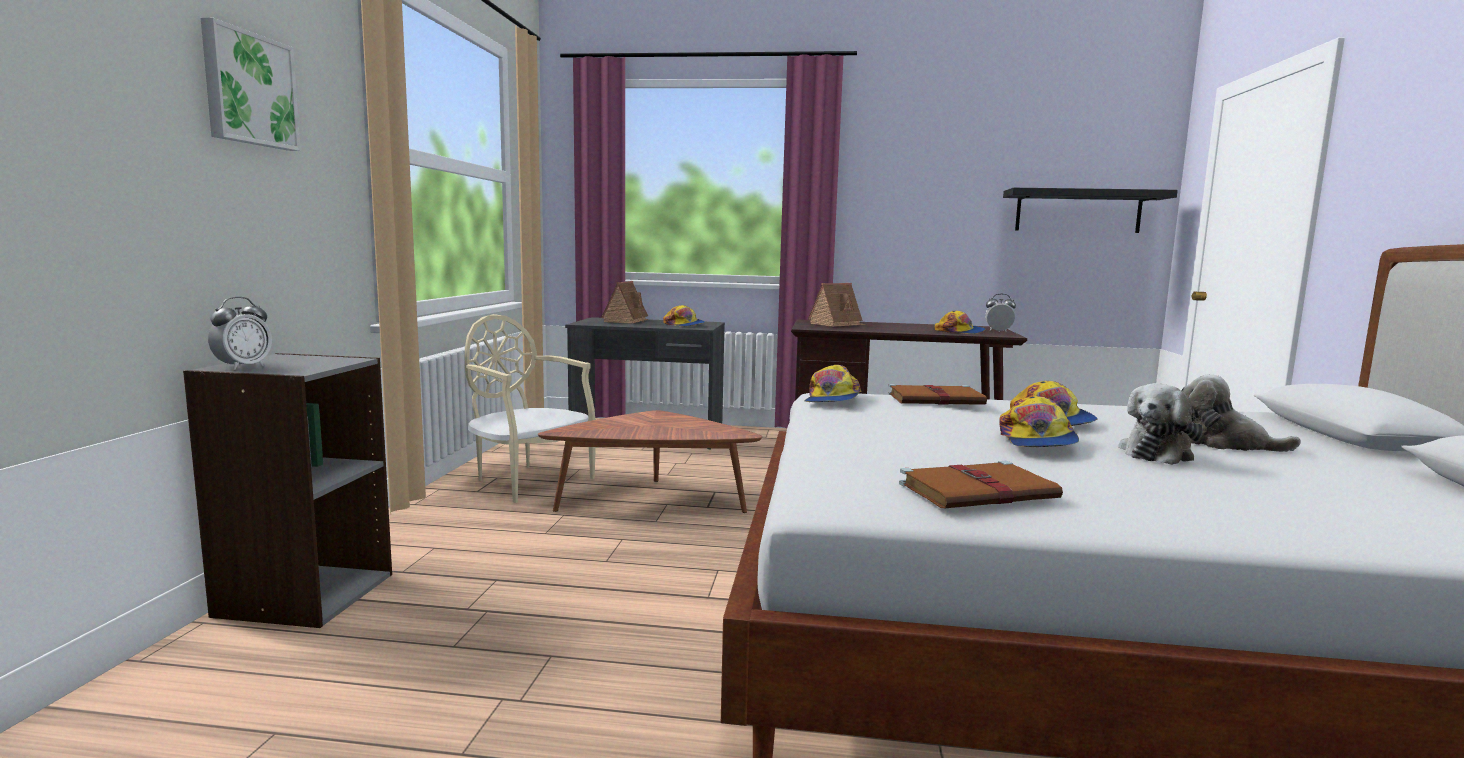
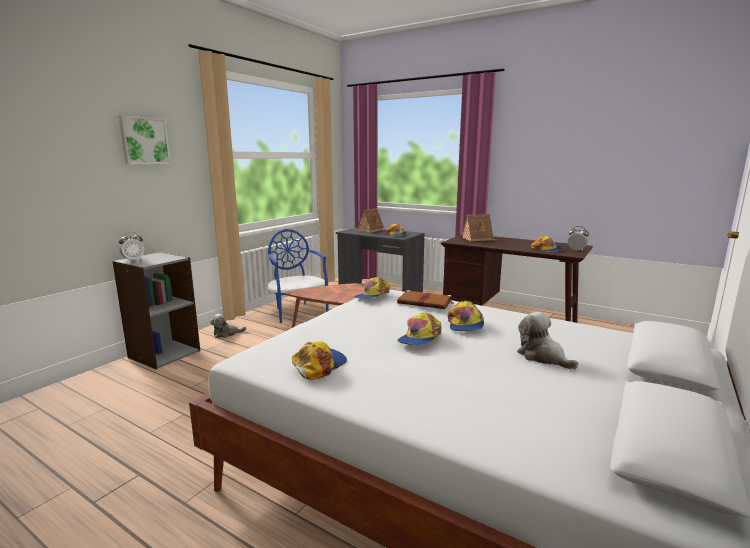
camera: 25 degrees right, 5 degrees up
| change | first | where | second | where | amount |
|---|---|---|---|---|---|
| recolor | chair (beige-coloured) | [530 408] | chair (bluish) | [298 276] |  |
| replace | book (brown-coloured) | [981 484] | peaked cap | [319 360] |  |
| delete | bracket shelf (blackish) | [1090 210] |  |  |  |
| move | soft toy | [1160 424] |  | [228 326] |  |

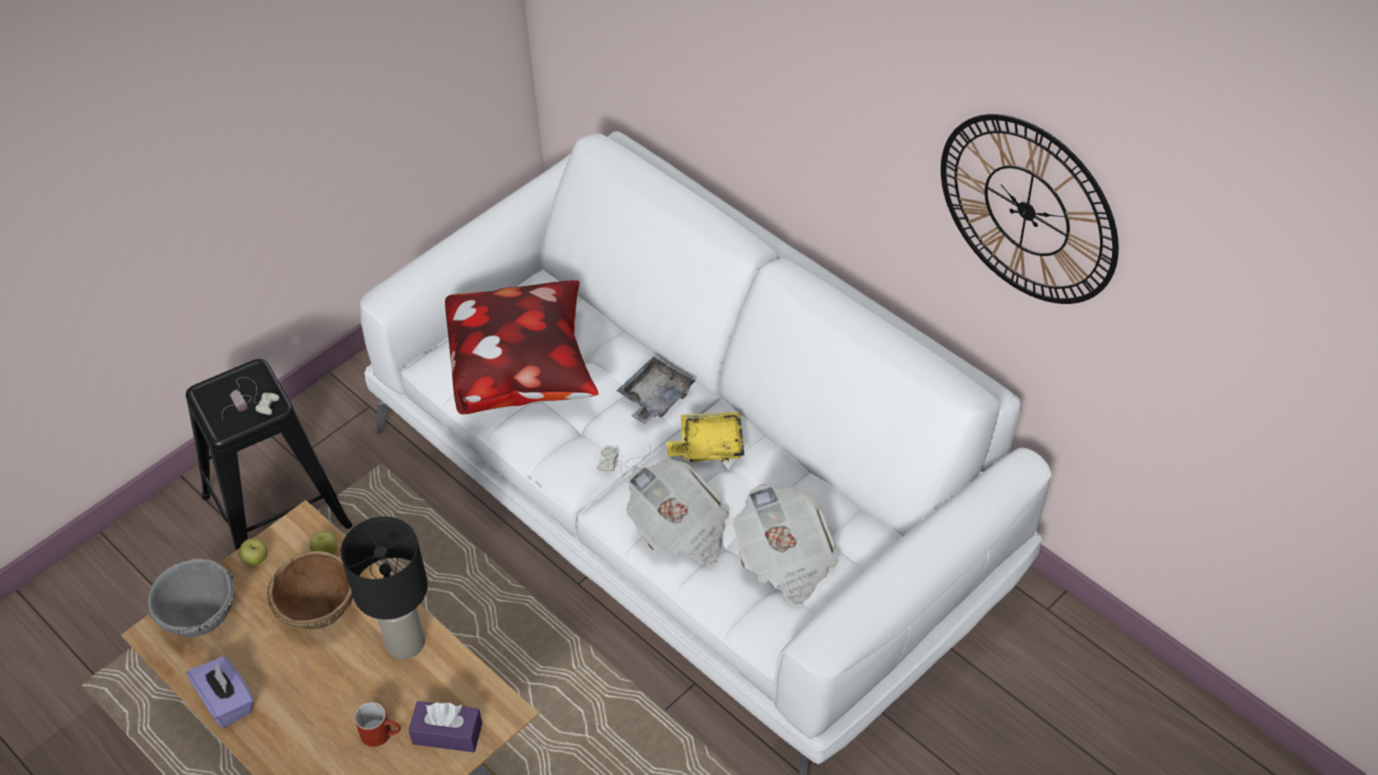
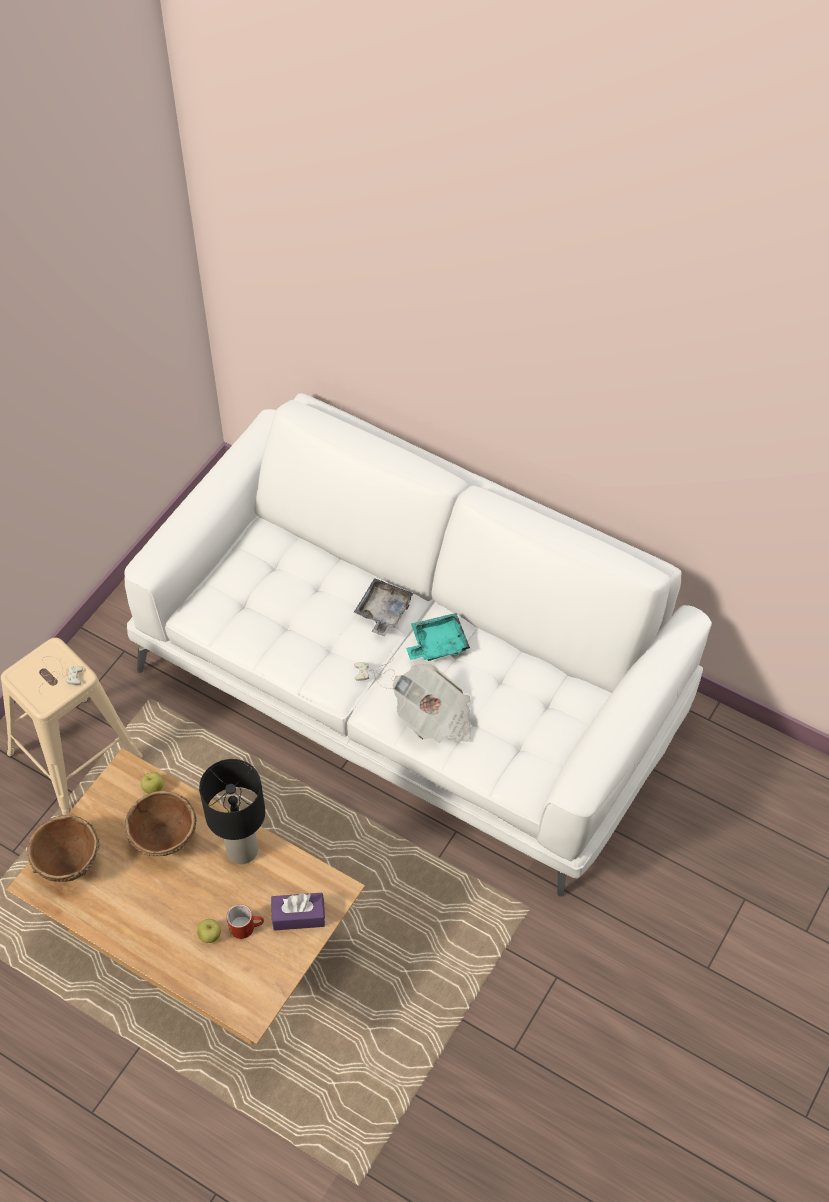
camera: 15 degrees left, 5 degrees up
| change | first | where | second | where | amount |
|---|---|---|---|---|---|
| recolor | bowl (grey) | [191 597] | bowl (brown-coloured) | [63 848] |  |
| recolor | sitting stool (blackish) | [269 454] | sitting stool (beige-coloured) | [71 726] |  |
| delete | box of tissues (purple-coloured) | [220 692] |  |  |  |
| move | apple fruit | [253 552] |  | [209 931] |  |
| delete | cushion | [521 347] |  |  |  |
| recolor | tray (yellowish) | [705 437] | tray (blue-green) | [438 637] |  |
| delete | daily paper | [785 544] |  |  |  |
| delete | wall clock | [1030 209] |  |  |  |

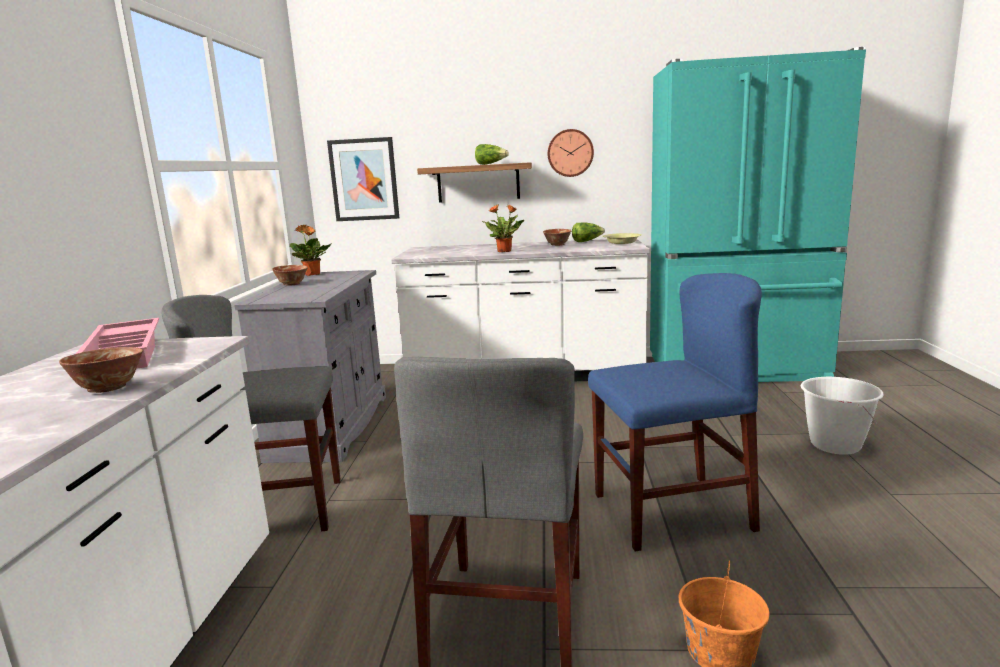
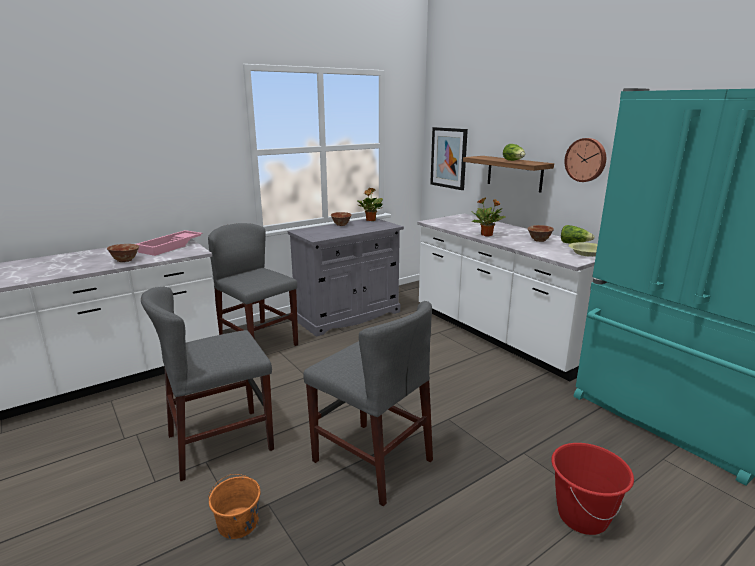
camera: 50 degrees right, 5 degrees up
| change | first | where | second | where | amount |
|---|---|---|---|---|---|
| recolor | chair (bluish) | [675 412] | chair (grey) | [368 403] |  |
| recolor | bucket (whitish) | [842 416] | bucket (red) | [592 489] |  |

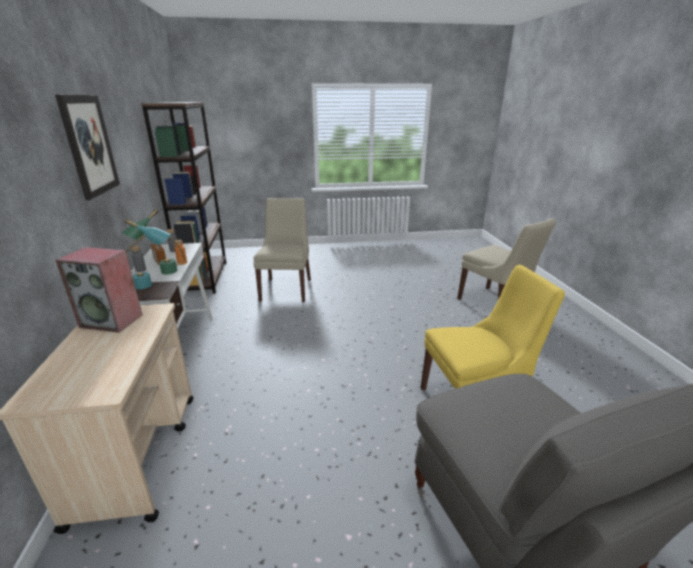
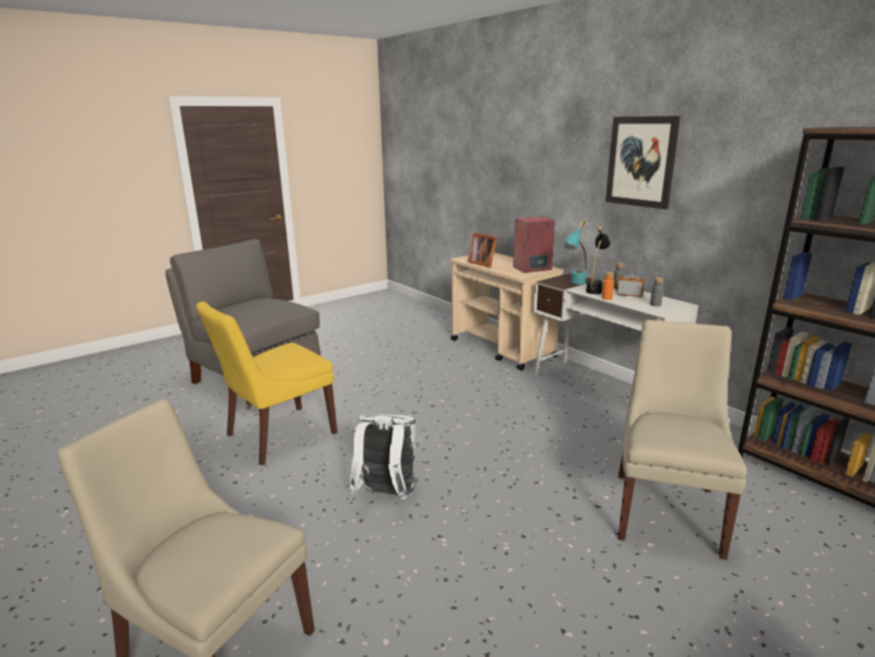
camera: 150 degrees right, 5 degrees down
| change | first | where | second | where | amount |
|---|---|---|---|---|---|
| recolor | lamp for a table (green) | [153 241] | lamp for a table (blackish) | [598 260] |  |
| rotate | chair (beige-coloured) | [282 250] |  | [682 440] | 135 degrees counterclockwise |
| insert |  |  | rucksack (whitish) | [383 457] |  |
| insert |  |  | photo frame | [482 250] |  |

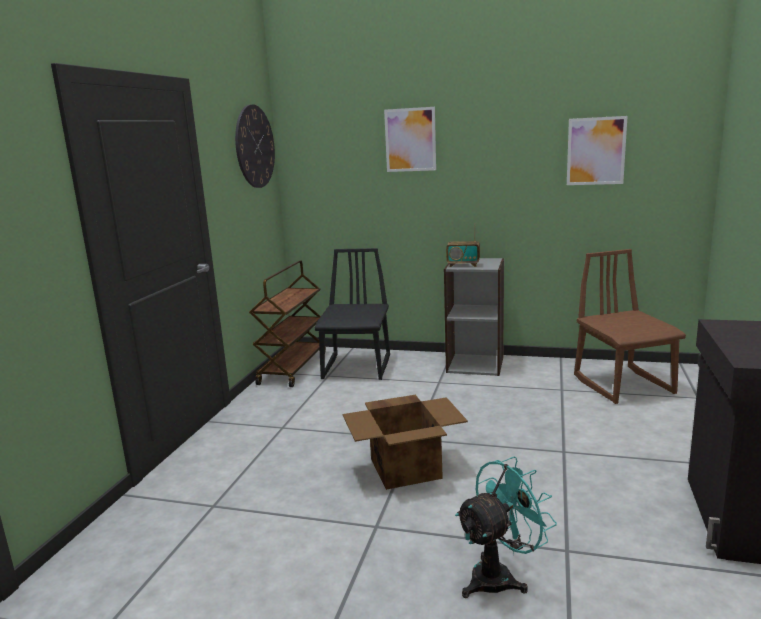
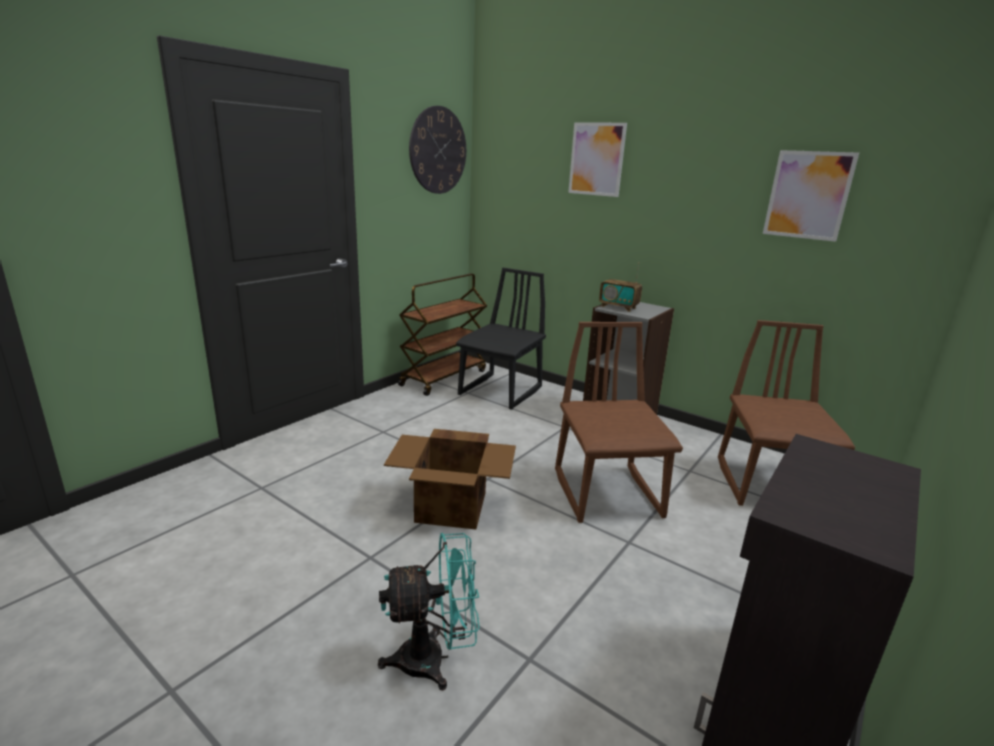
camera: 20 degrees right, 5 degrees up
| change | first | where | second | where | amount |
|---|---|---|---|---|---|
| insert |  |  | chair (brown-coloured) | [619 422] |  |

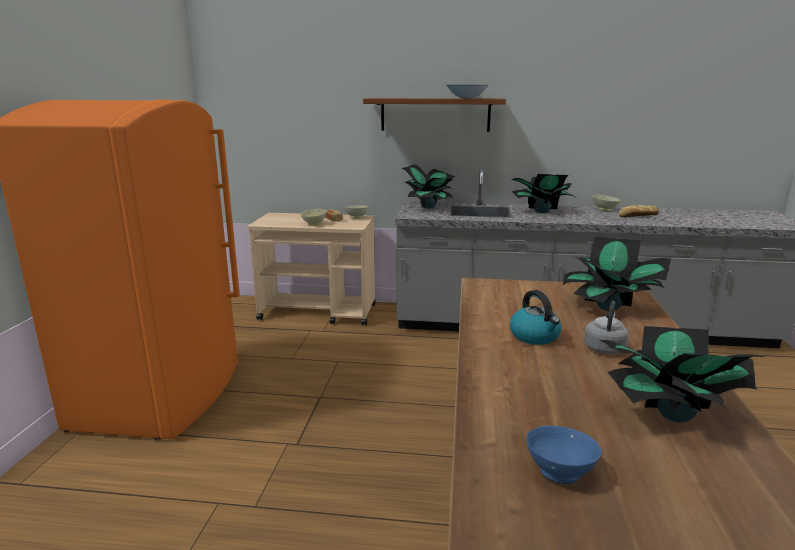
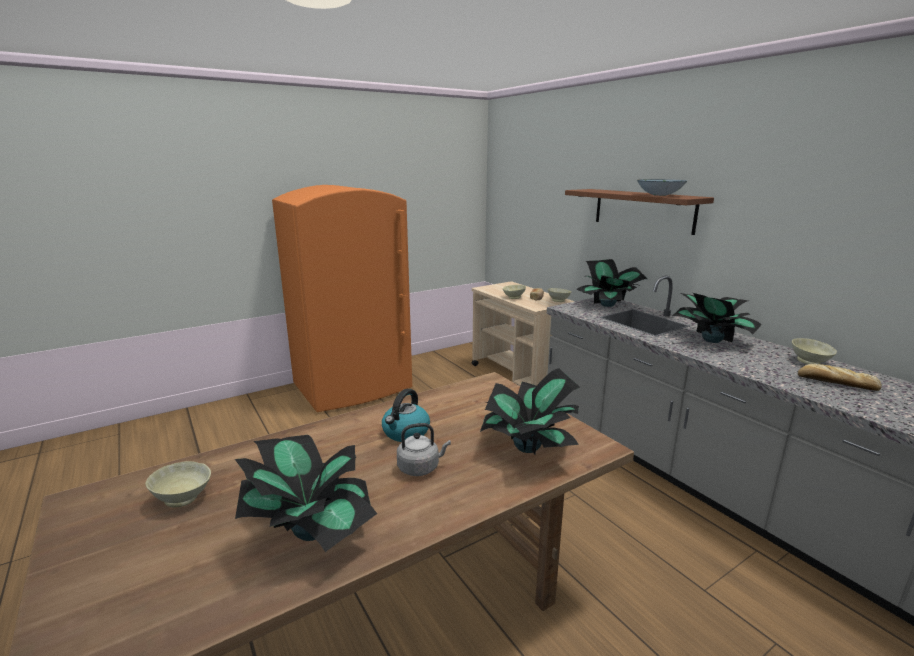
camera: 50 degrees right, 0 degrees up
| change | first | where | second | where | amount |
|---|---|---|---|---|---|
| recolor | bowl (bluish) | [564 455] | bowl (beige-coloured) | [178 484] |  |

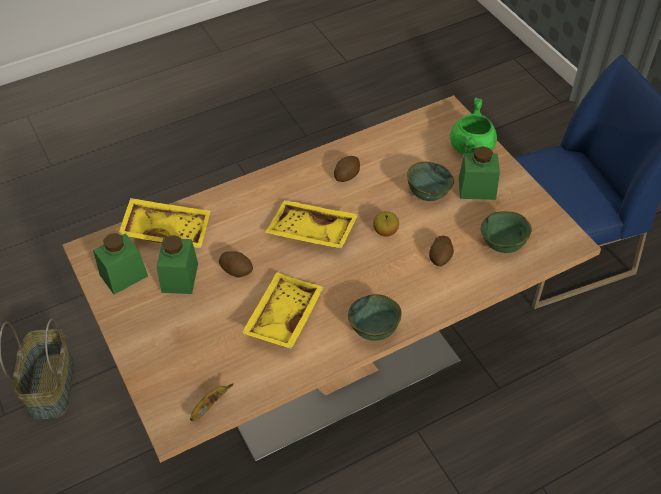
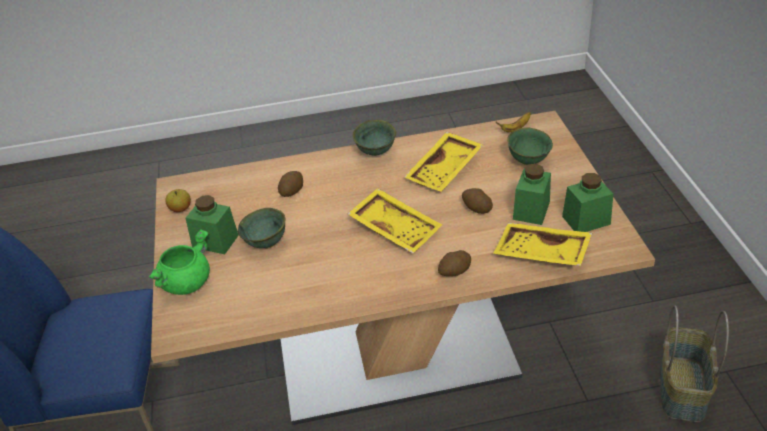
camera: 160 degrees left, 10 degrees down
| change | first | where | second | where | amount |
|---|---|---|---|---|---|
| move | whole potato | [347 169] |  | [454 263] |  |
| move | apple fruit | [386 224] |  | [178 200] |  |
| move | bowl (green) | [506 232] |  | [530 146] |  |

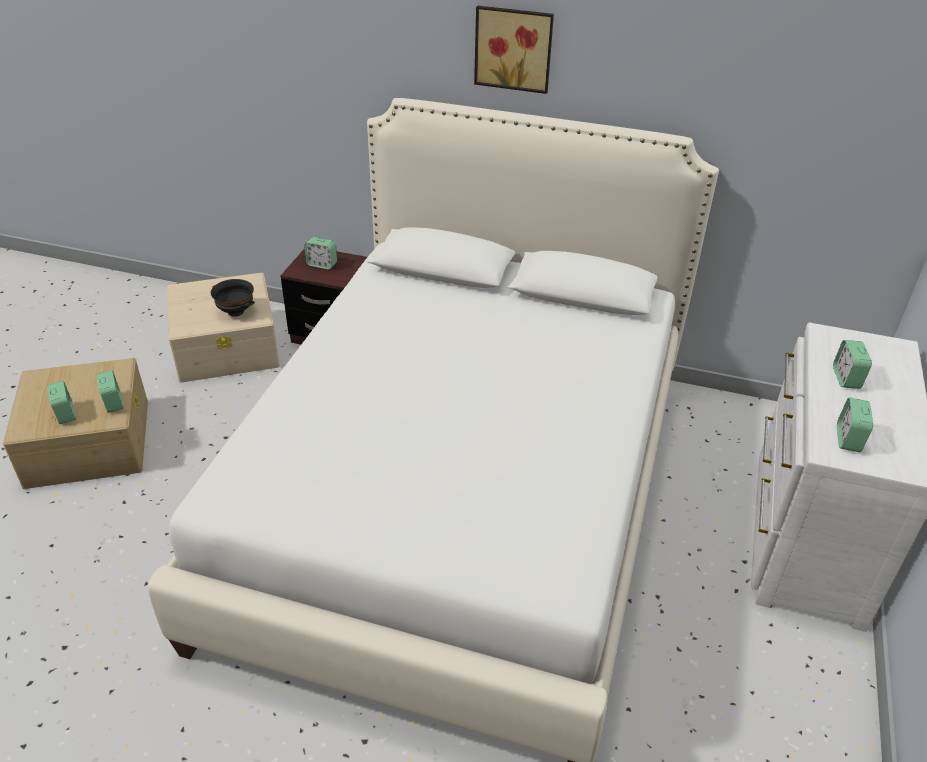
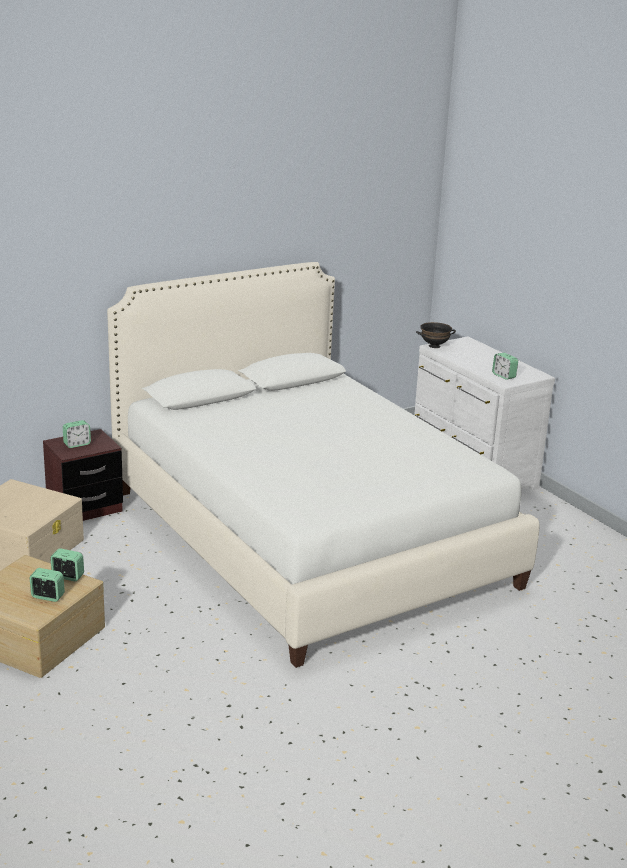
camera: 50 degrees left, 15 degrees down
| change | first | where | second | where | amount |
|---|---|---|---|---|---|
| move | bowl (blackish) | [233 298] |  | [436 335] |  |
| delete | wall picture | [514 50] |  |  |  |
| delete | table clock | [852 364] |  |  |  |

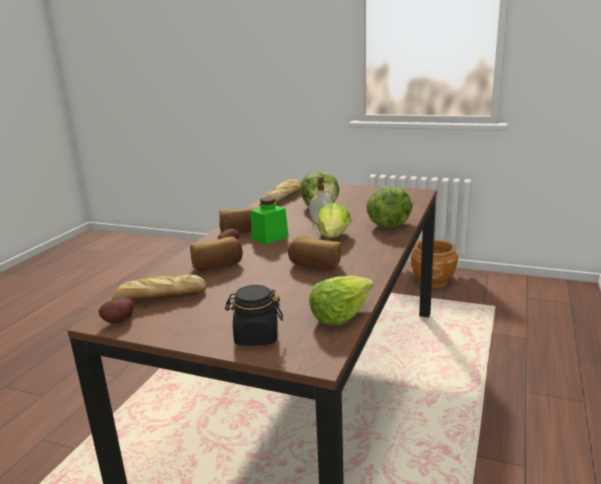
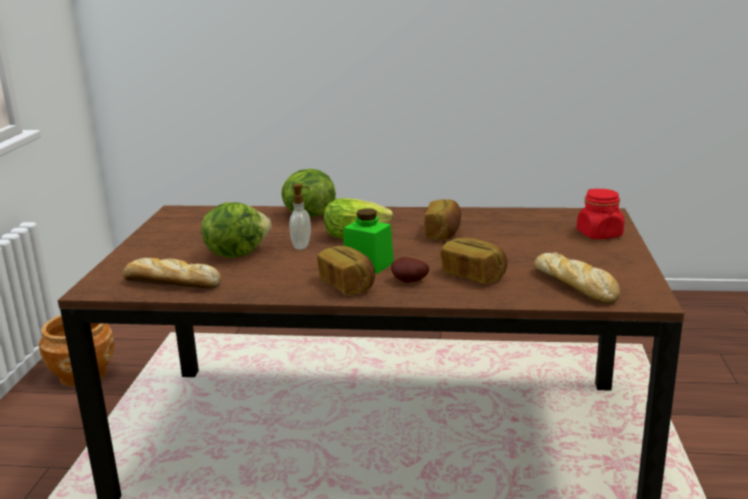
camera: 105 degrees left, 0 degrees up
| change | first | where | second | where | amount |
|---|---|---|---|---|---|
| delete | whole potato | [116 311] |  |  |  |
| recolor | preserve jar (blackish) | [254 315] | preserve jar (red) | [600 213] |  |
| delete | lettuce | [341 300] |  |  |  |

